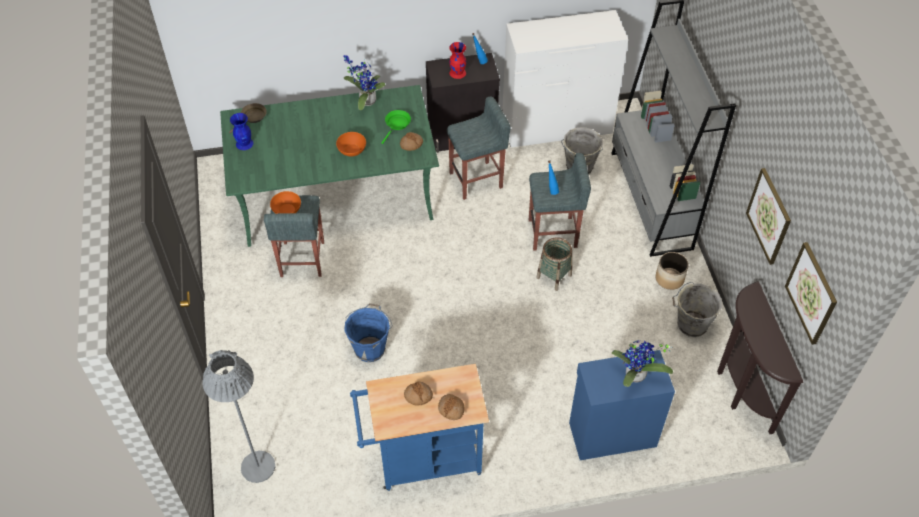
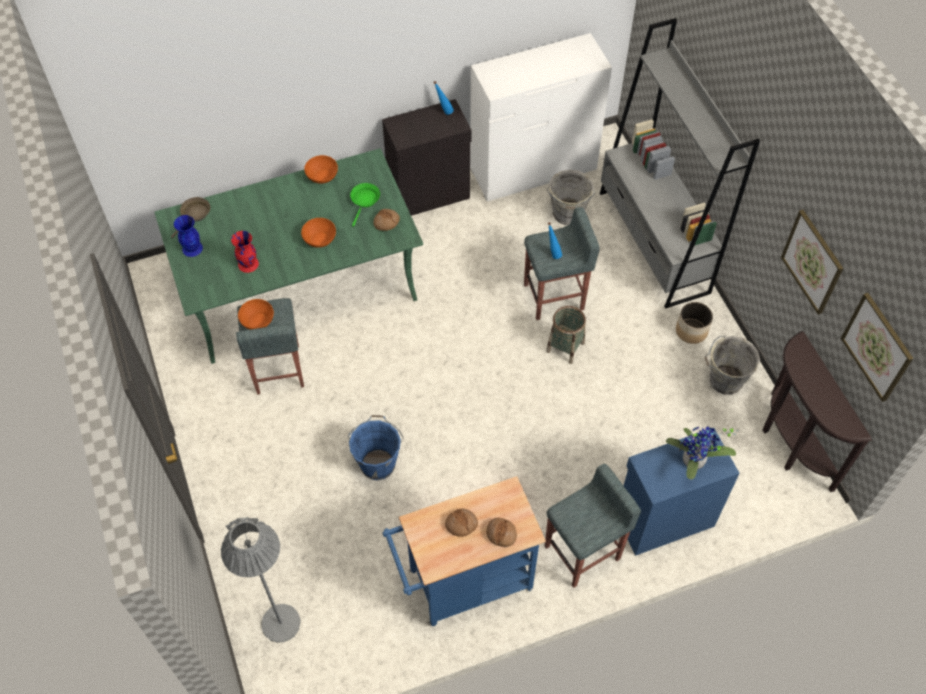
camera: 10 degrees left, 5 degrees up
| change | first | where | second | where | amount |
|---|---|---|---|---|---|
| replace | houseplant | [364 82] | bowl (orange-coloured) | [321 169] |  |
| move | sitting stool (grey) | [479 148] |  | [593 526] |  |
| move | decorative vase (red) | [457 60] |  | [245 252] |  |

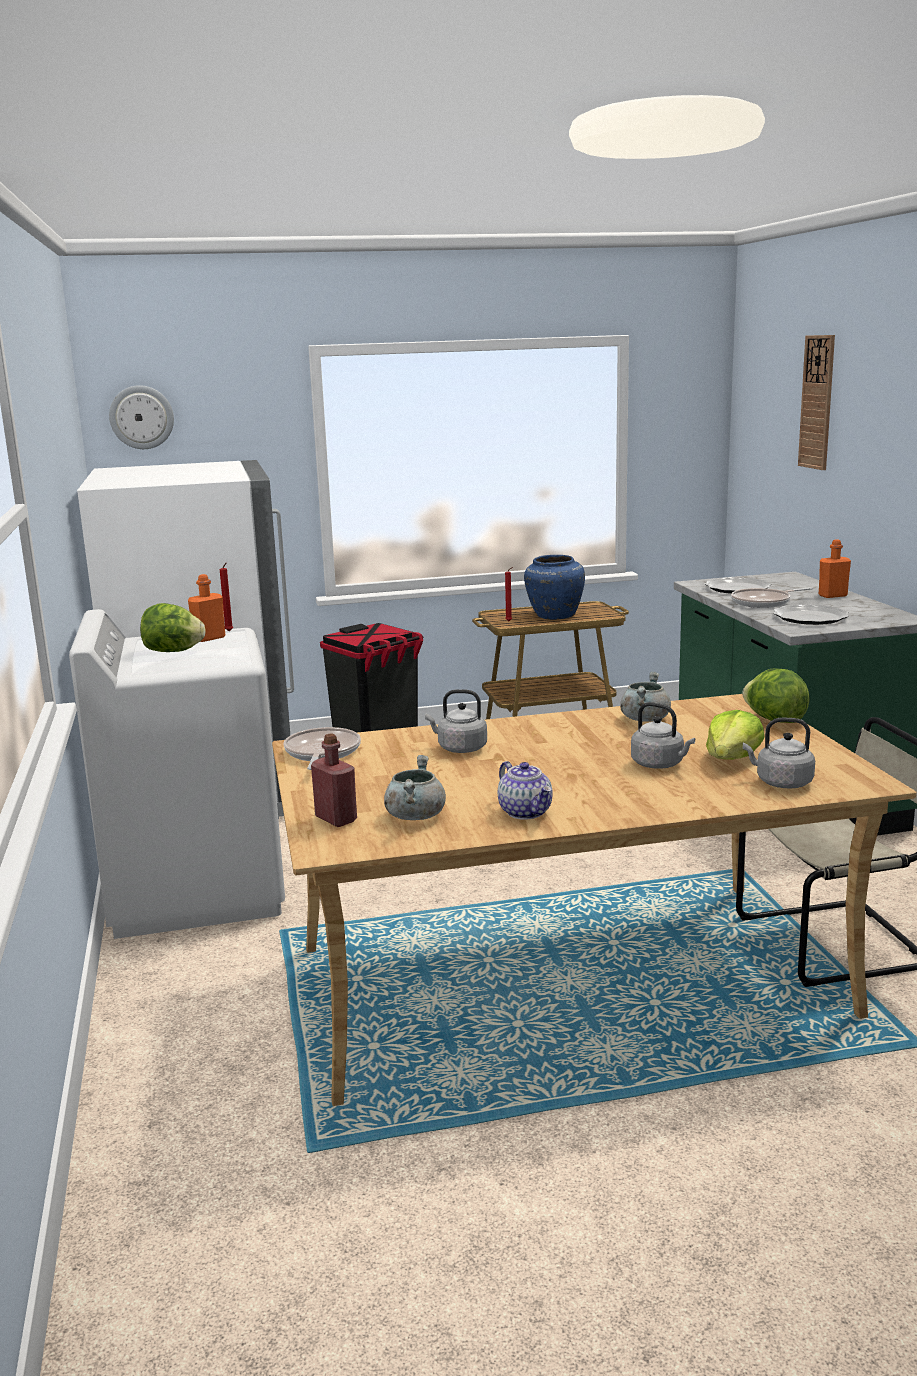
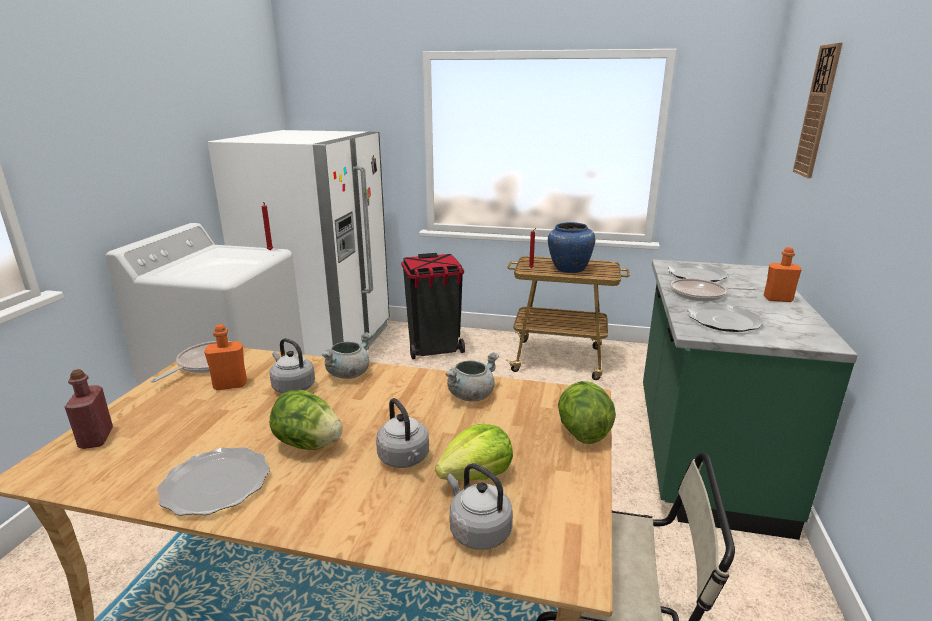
camera: 25 degrees right, 5 degrees up
| change | first | where | second | where | amount |
|---|---|---|---|---|---|
| delete | wall clock | [141 417] |  |  |  |
| move | lettuce | [173 627] |  | [306 420] |  |
| move | bottle (orange-coloured) | [206 608] |  | [225 357] |  |
| move | stockpot (grey) | [415 787] |  | [347 355] |  |
| replace | tea pot | [525 790] | flat dish | [213 481] |  |

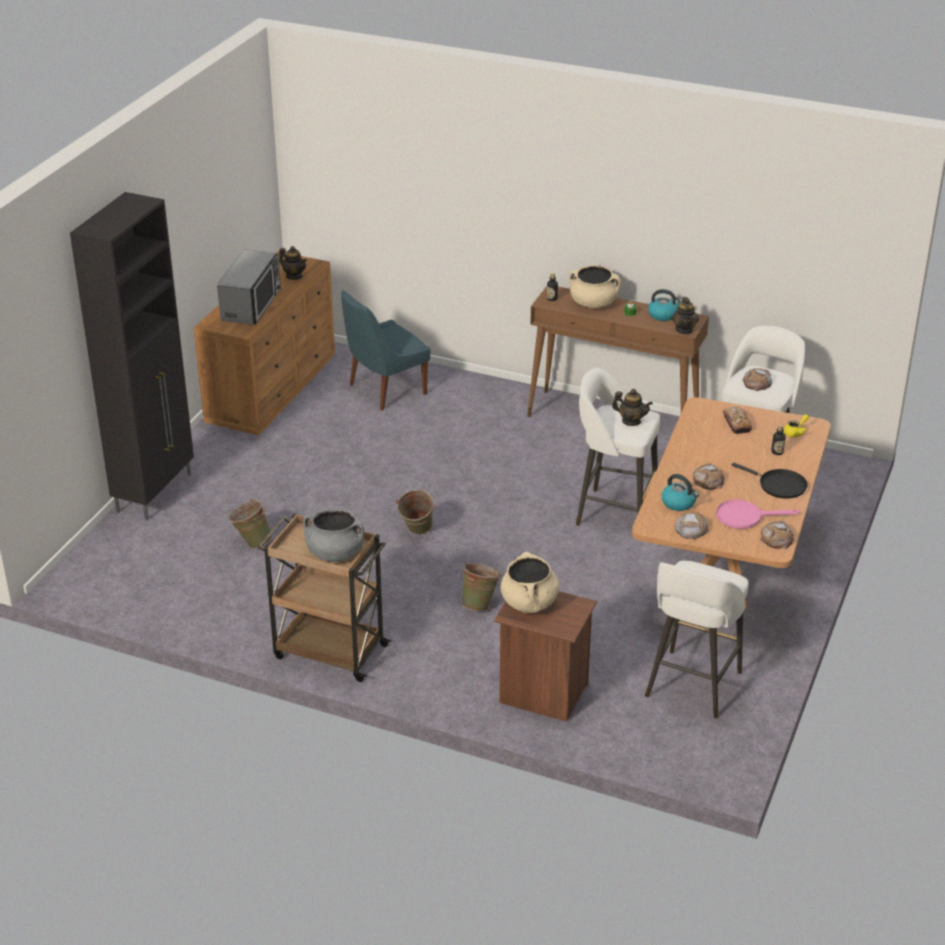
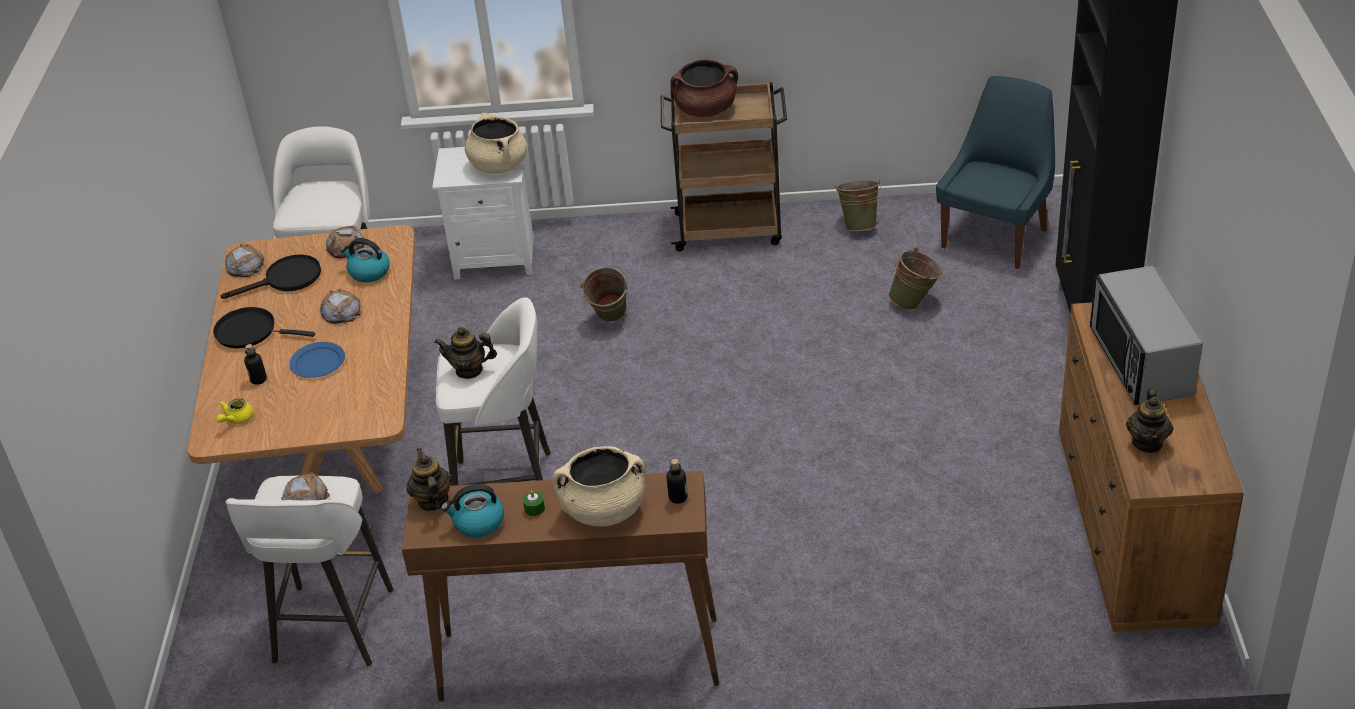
camera: 160 degrees right, 5 degrees up
| change | first | where | second | where | amount |
|---|---|---|---|---|---|
| rotate | tea pot | [293 263] |  | [1149 421] | 90 degrees counterclockwise |
| recolor | stockpot (grey) | [333 535] | stockpot (brown-coloured) | [704 88] |  |
| move | chair (bluish) | [385 350] |  | [995 172] |  |
| move | bucket (green) | [415 512] |  | [858 205] |  |
| recolor | nightstand (brown-coloured) | [545 656] | nightstand (whitish) | [483 213] |  |
| recolor | pan (pinkish) | [758 514] | pan (blackish) | [271 277] |  |
| delete | baked bread | [737 420] |  |  |  |
| insert |  |  | flat dish (bluish) | [317 360] |  |

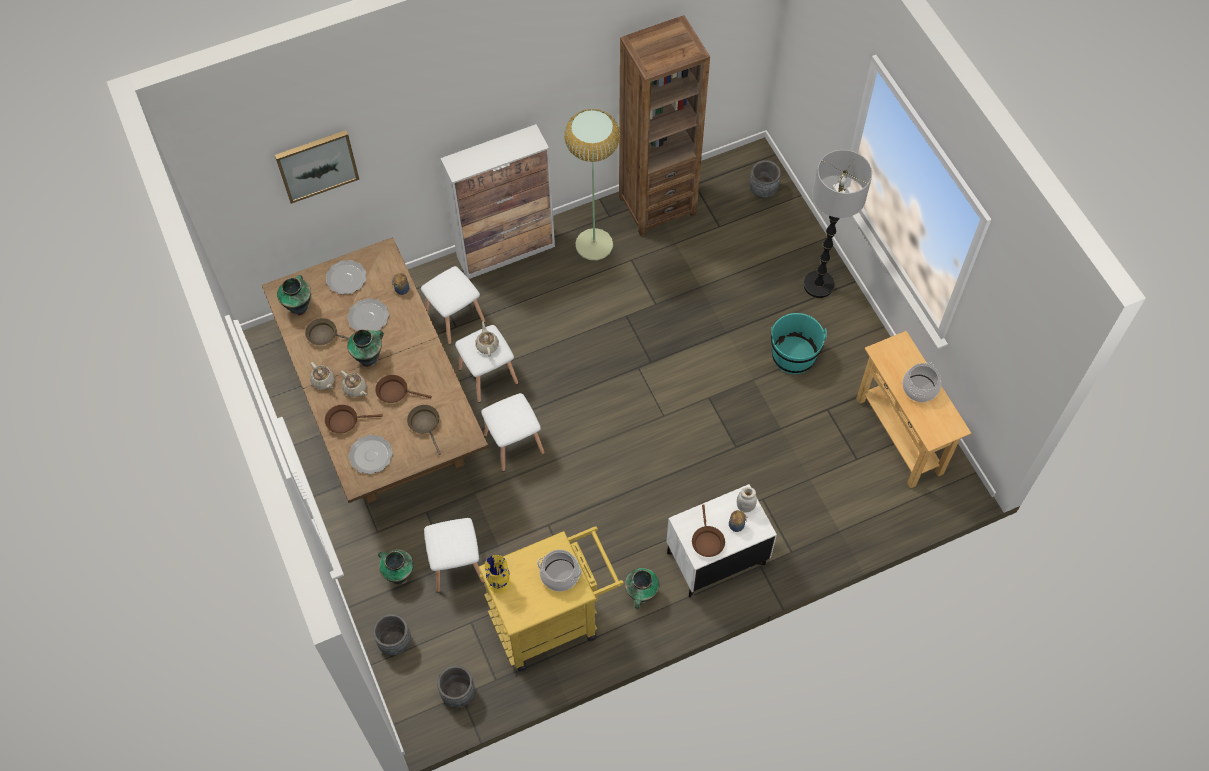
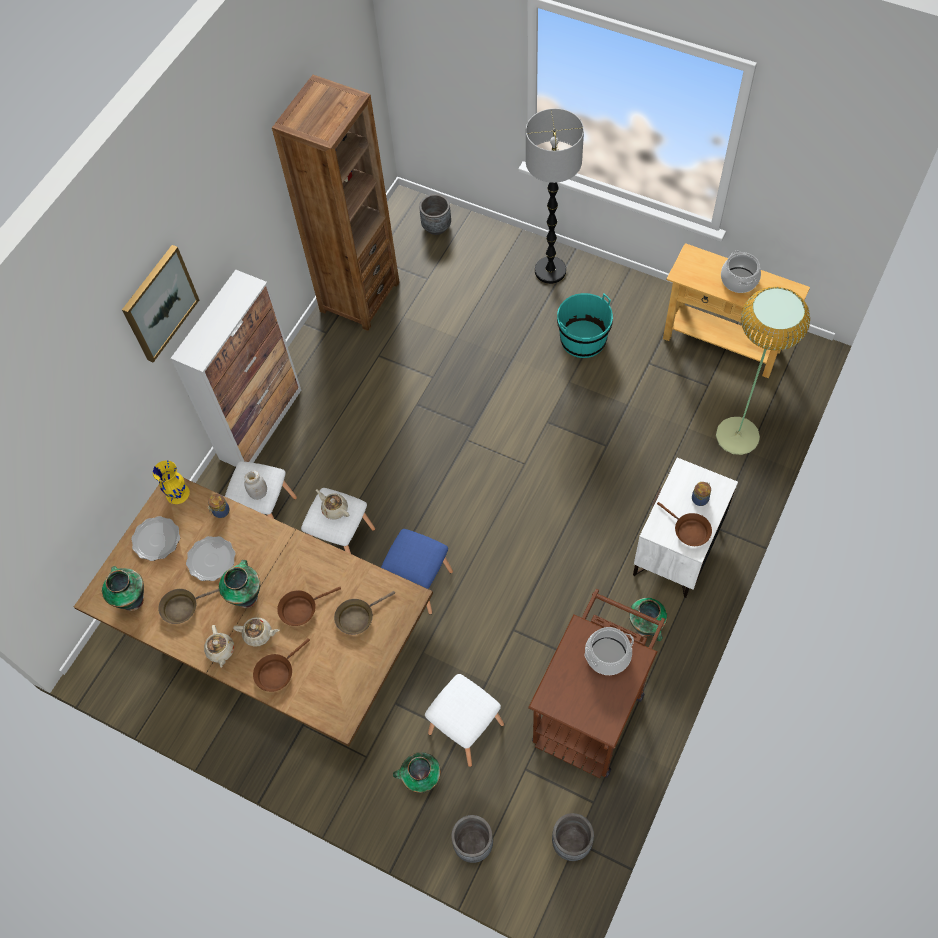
camera: 35 degrees left, 0 degrees up
| change | first | where | second | where | amount |
|---|---|---|---|---|---|
| move | wall picture | [317 167] |  | [160 303] |  |
| rotate | tea pot (beige-coloured) | [322 376] |  | [219 646] | 60 degrees clockwise |
| delete | flat dish | [370 454] |  |  |  |
| rotate | pan (brown-coloured) | [424 430] |  | [364 613] | 60 degrees counterclockwise |
| recolor | wheeled cart (yellowish) | [551 598] | wheeled cart (brown-coloured) | [596 683] |  |
| recolor | sitting stool (whitish) | [512 432] | sitting stool (bluish) | [417 572] |  |
| move | decorative vase (yellowish) | [498 574] |  | [171 482] |  |
| move | standard lamp | [592 184] |  | [763 371] |  |
| move | preserve jar (whitish) | [747 499] |  | [255 485] |  |

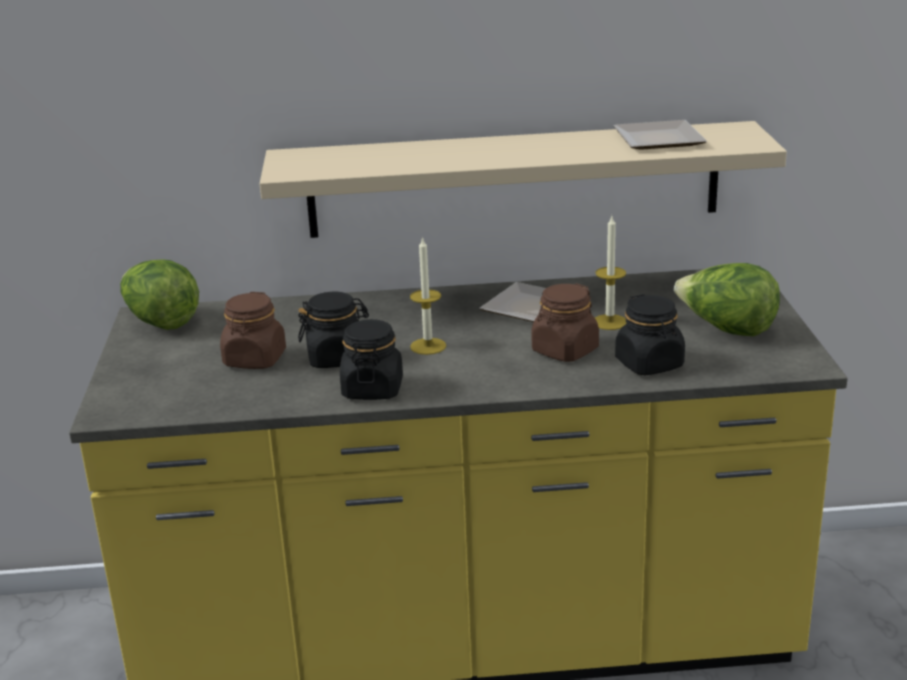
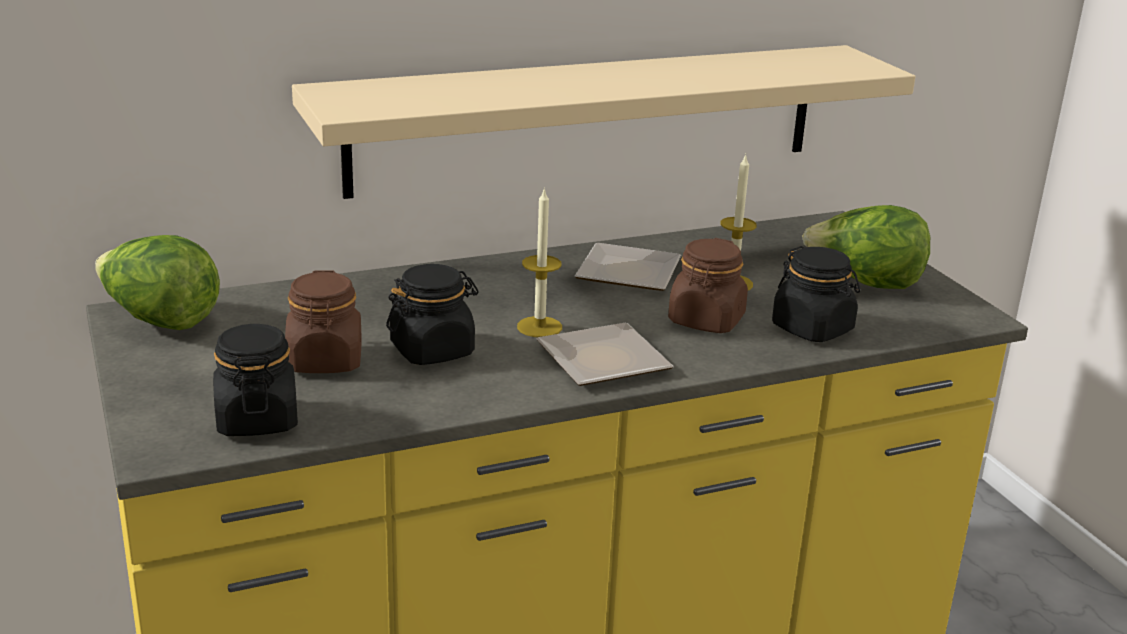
camera: 20 degrees left, 0 degrees up
| change | first | where | second | where | amount |
|---|---|---|---|---|---|
| move | preserve jar (blackish) | [371 359] |  | [255 380] |  |
| move | flat dish | [660 135] |  | [605 354] |  |

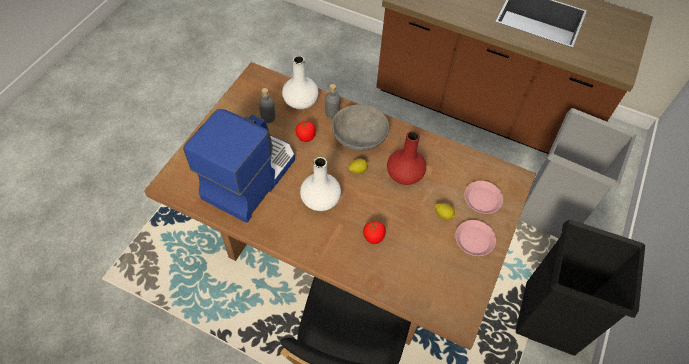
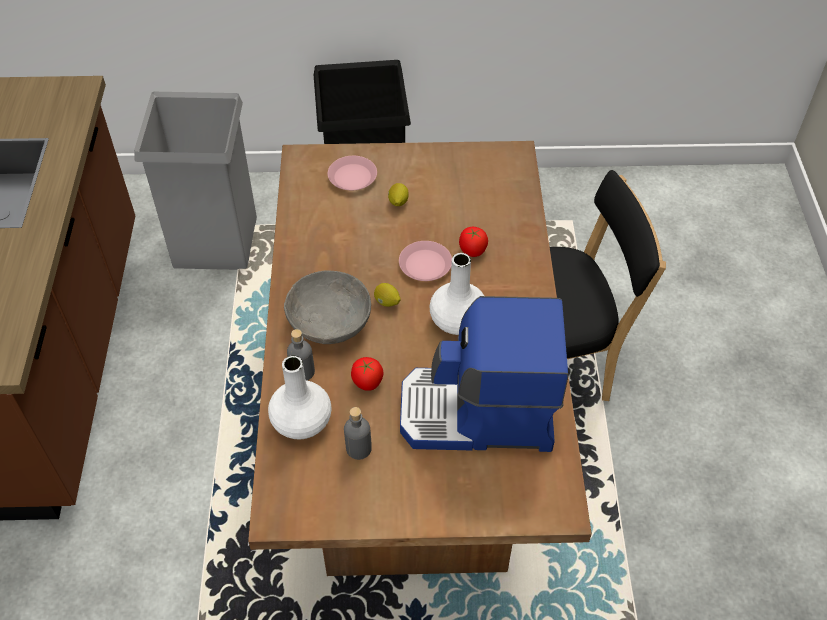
camera: 115 degrees left, 5 degrees down
| change | first | where | second | where | amount |
|---|---|---|---|---|---|
| delete | decorative vase (red) | [406 158] |  |  |  |
| move | flat dish (pinkish) | [475 238] |  | [425 261] |  |

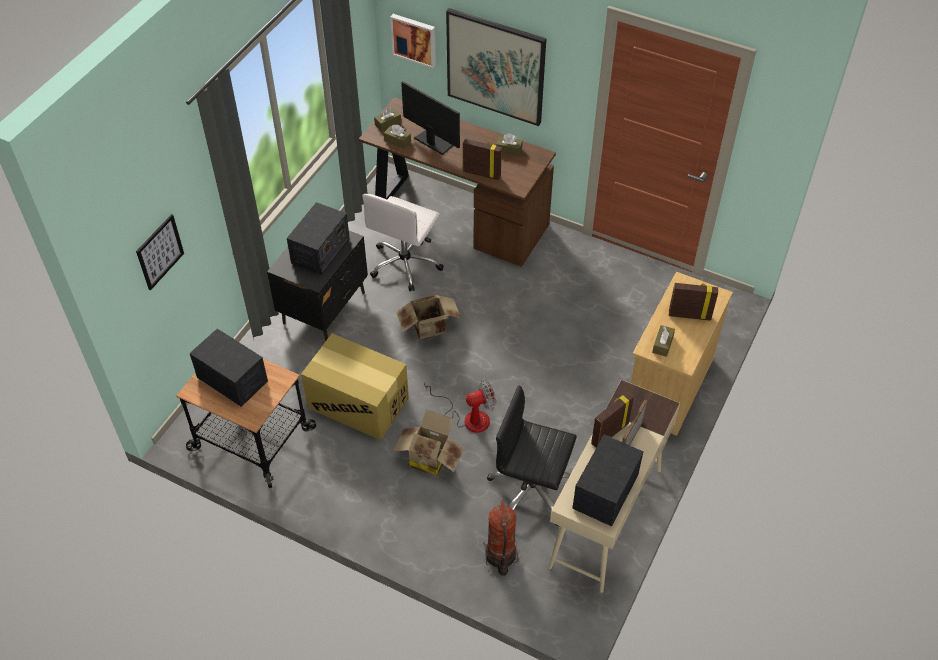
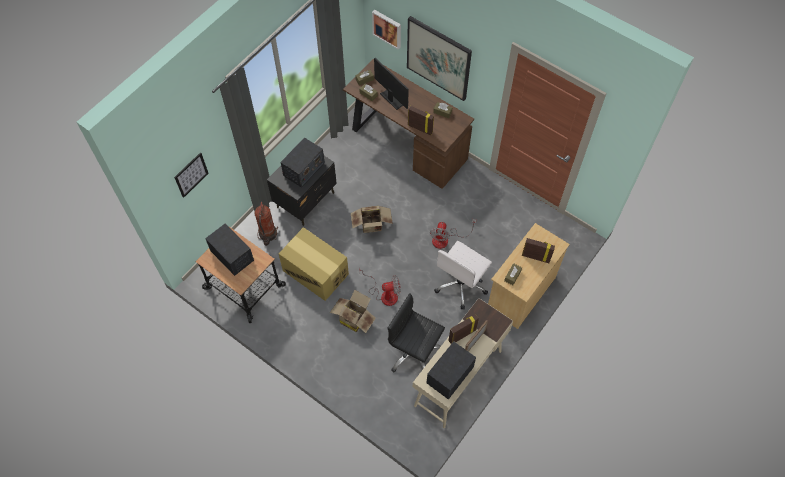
camera: 10 degrees right, 10 degrees up
| change | first | where | second | where | amount |
|---|---|---|---|---|---|
| move | office chair (whitish) | [403 243] |  | [463 275] |  |
| move | extinguisher | [501 538] |  | [266 224] |  |
| insert |  |  | fan | [453 234] |  |

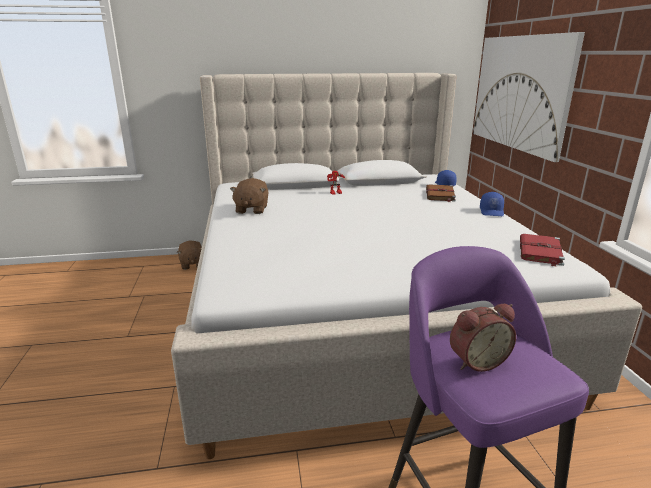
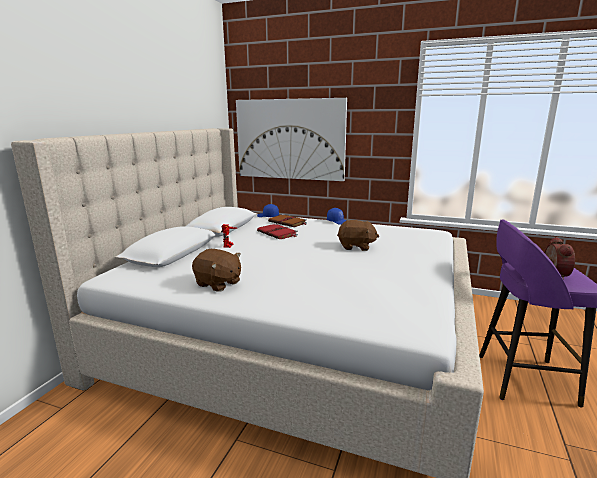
camera: 60 degrees left, 5 degrees down
| change | first | where | second | where | amount |
|---|---|---|---|---|---|
| move | soft toy (brown-coloured) | [189 255] |  | [358 235] |  |
| move | book (red) | [542 250] |  | [277 231] |  |

